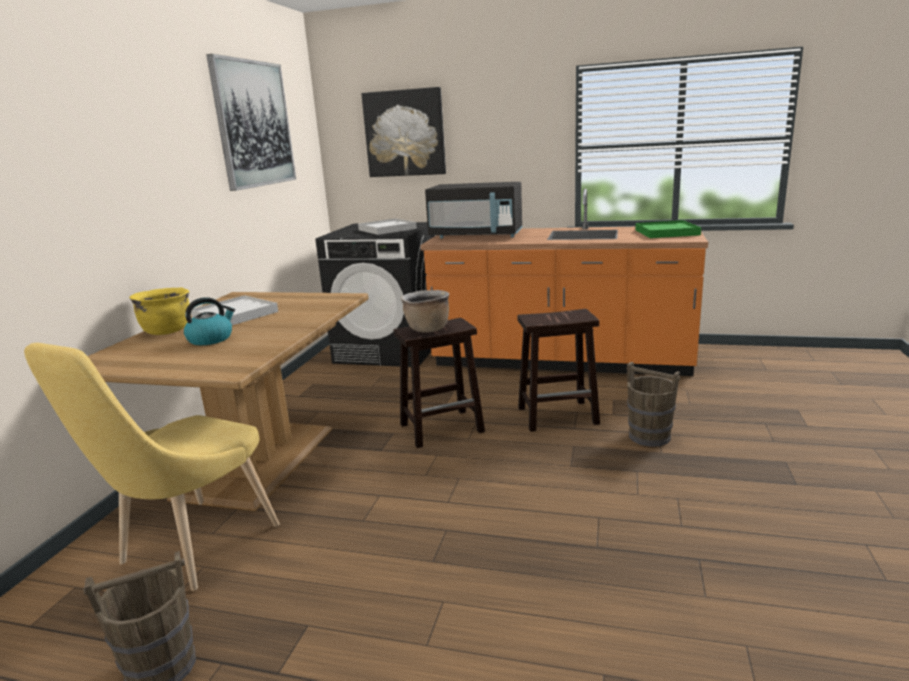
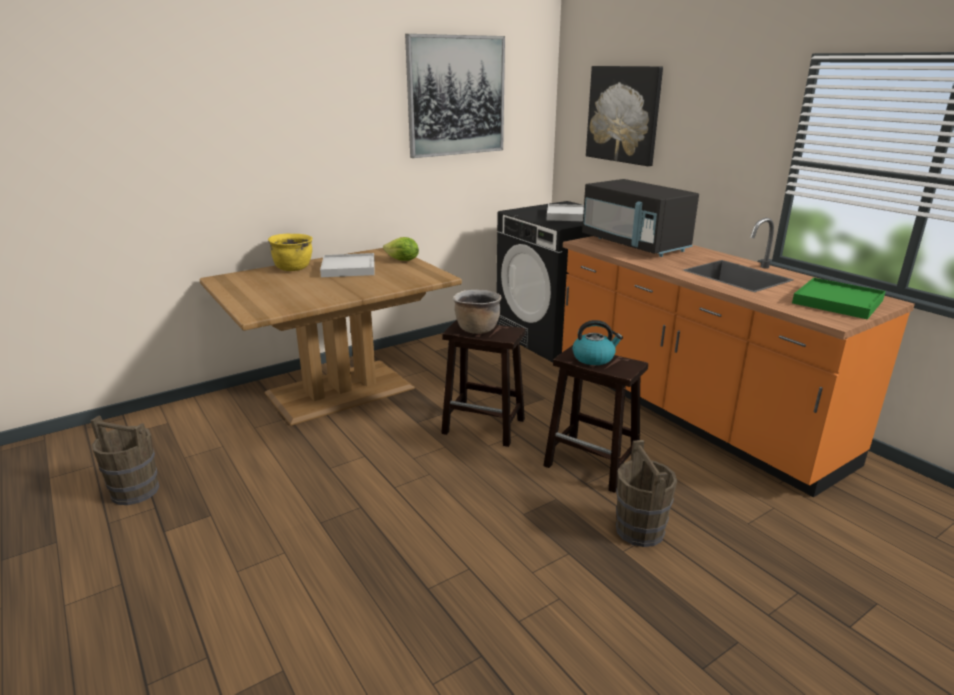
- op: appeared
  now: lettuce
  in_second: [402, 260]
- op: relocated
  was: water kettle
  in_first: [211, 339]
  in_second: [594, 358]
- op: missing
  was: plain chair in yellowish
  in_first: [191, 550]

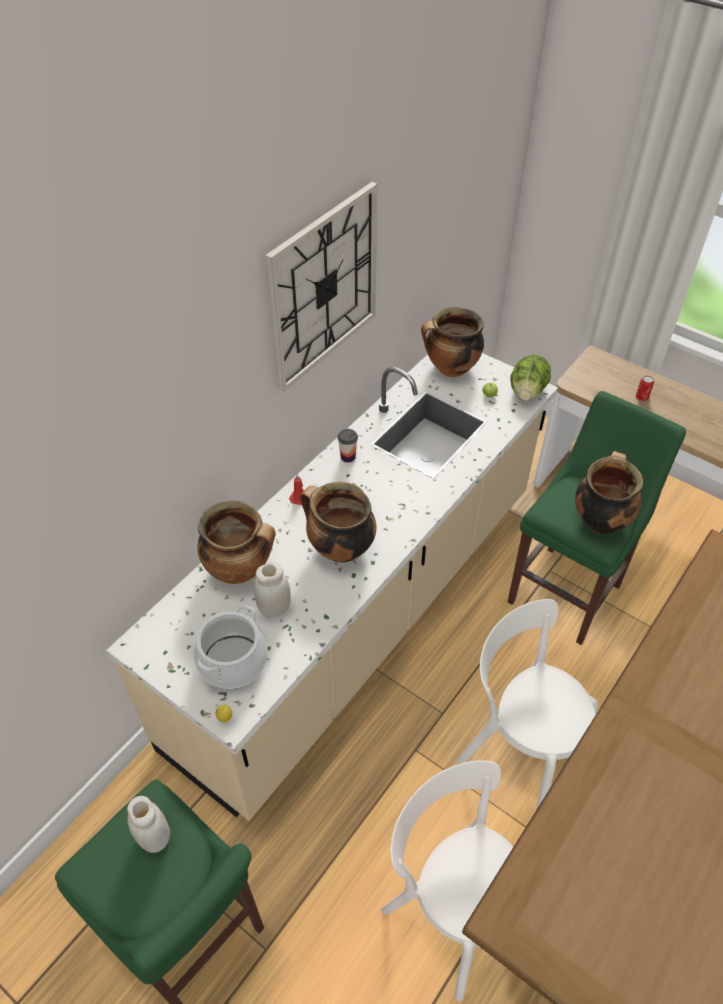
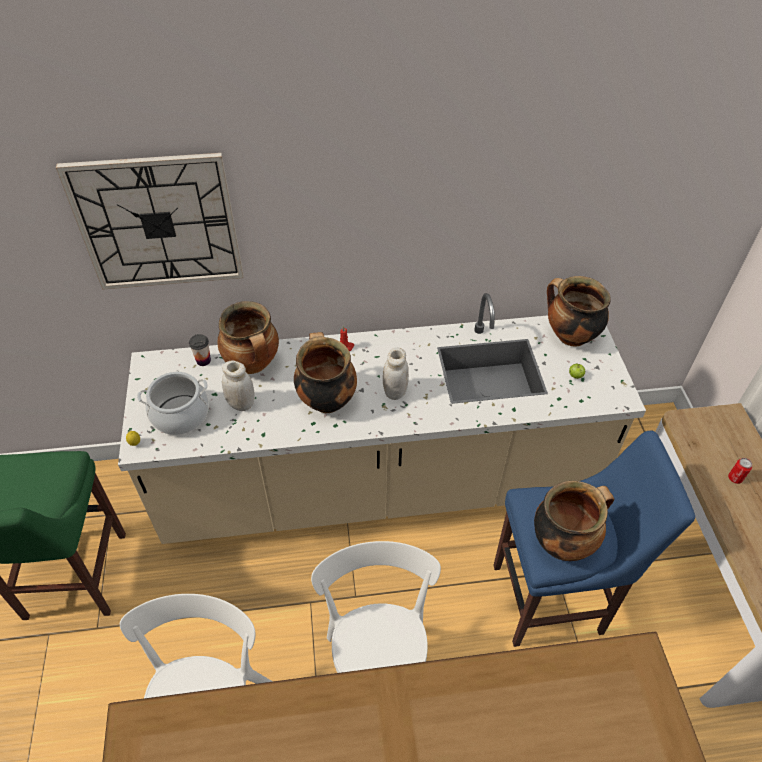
- op: relocated
  was: clock on the wall
  in_first: [324, 287]
  in_second: [158, 223]
- op: relocated
  was: cup
  in_first: [348, 457]
  in_second: [203, 360]
- op: relocated
  was: storage jar in white
  in_first: [154, 837]
  in_second: [395, 392]
- op: colour
  was: sitting stool in green-coloured
  now: sitting stool in blue
  in_first: [568, 590]
  in_second: [553, 599]
- op: missing
  was: lettuce
  in_first: [527, 392]

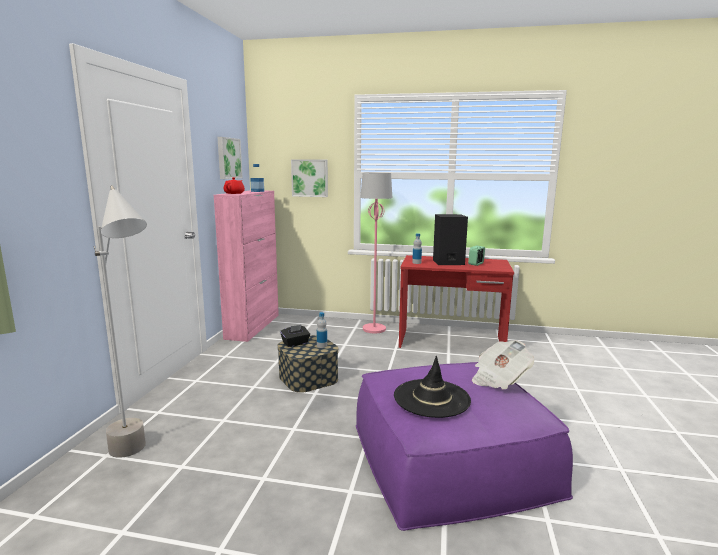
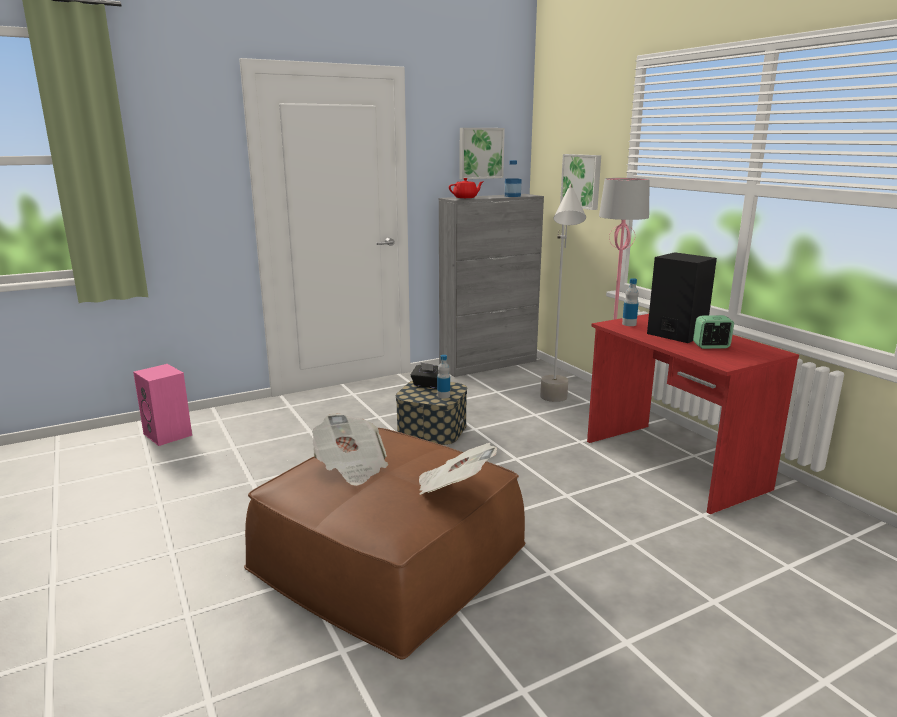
- op: appeared
  now: audio speaker in pink
  in_second: [169, 434]
- op: colour
  was: pouffe in purplish
  now: pouffe in brown
  in_first: [450, 457]
  in_second: [388, 555]
- op: exchanged
  was: wearable hat in black
  now: daily paper
  in_first: [431, 398]
  in_second: [351, 467]
- op: colour
  was: cabinet in pink
  now: cabinet in grey
  in_first: [253, 326]
  in_second: [489, 364]
- op: relocated
  was: standard lamp in grey
  in_first: [138, 459]
  in_second: [556, 405]

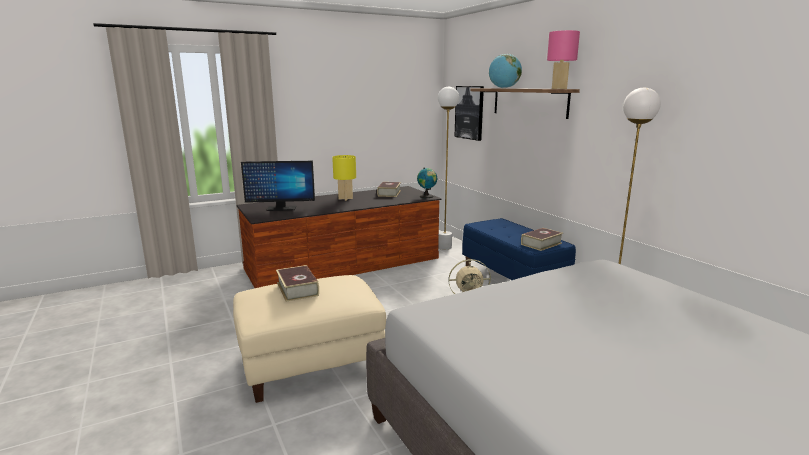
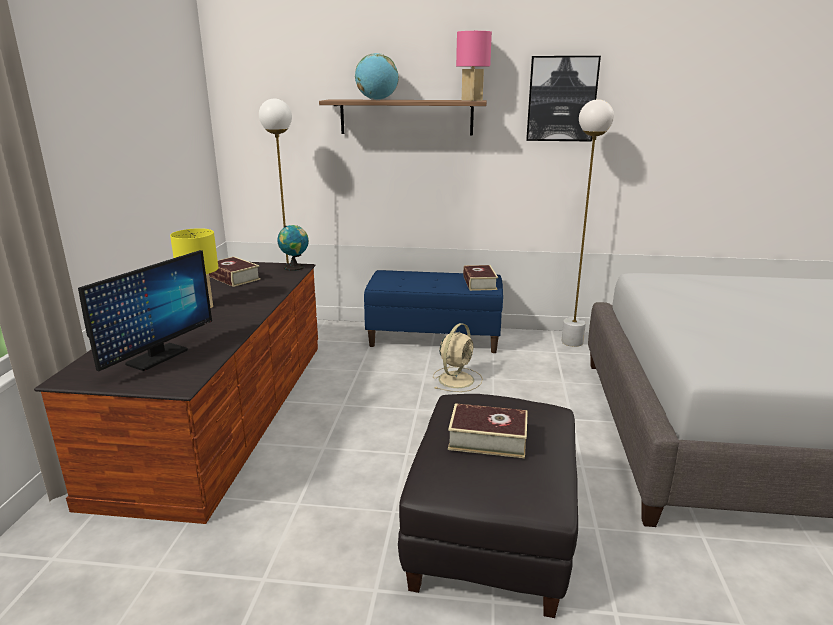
- op: colour
  was: pouffe in sand-coloured
  now: pouffe in black
  in_first: [311, 363]
  in_second: [491, 535]
- op: relocated
  was: wall picture
  in_first: [469, 112]
  in_second: [561, 99]

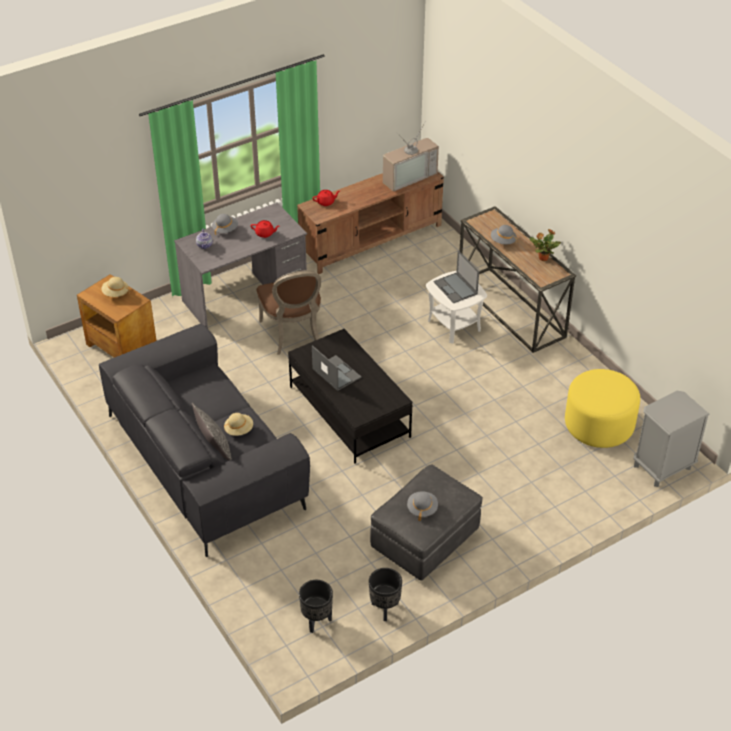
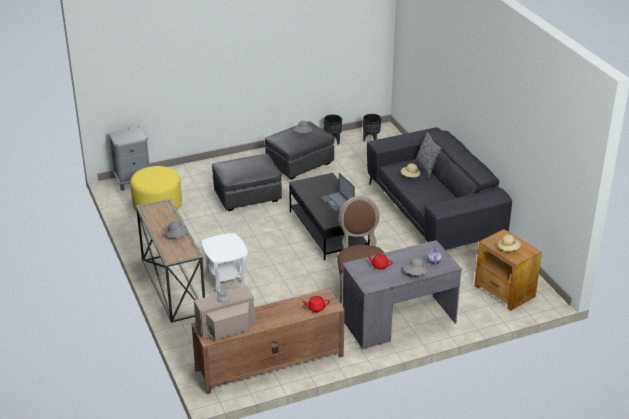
- op: appeared
  now: pouffe in grey
  in_second: [247, 196]
- op: missing
  was: notebook computer
  in_first: [456, 288]
- op: missing
  was: potted plant
  in_first: [543, 258]

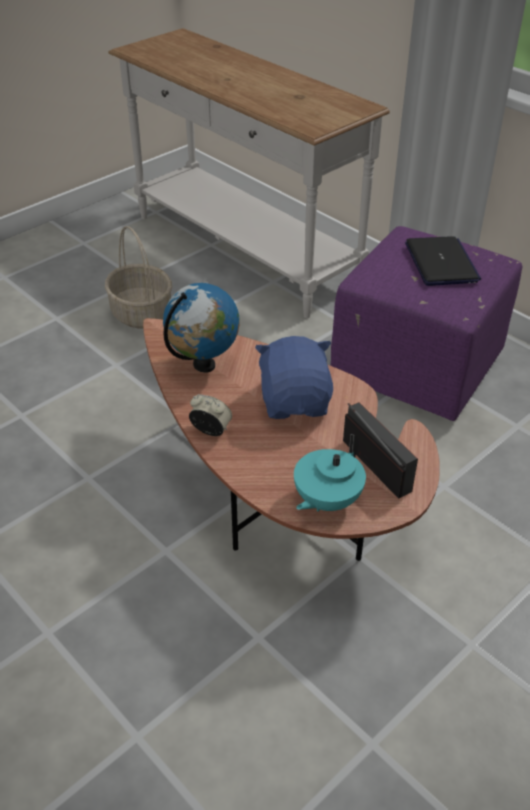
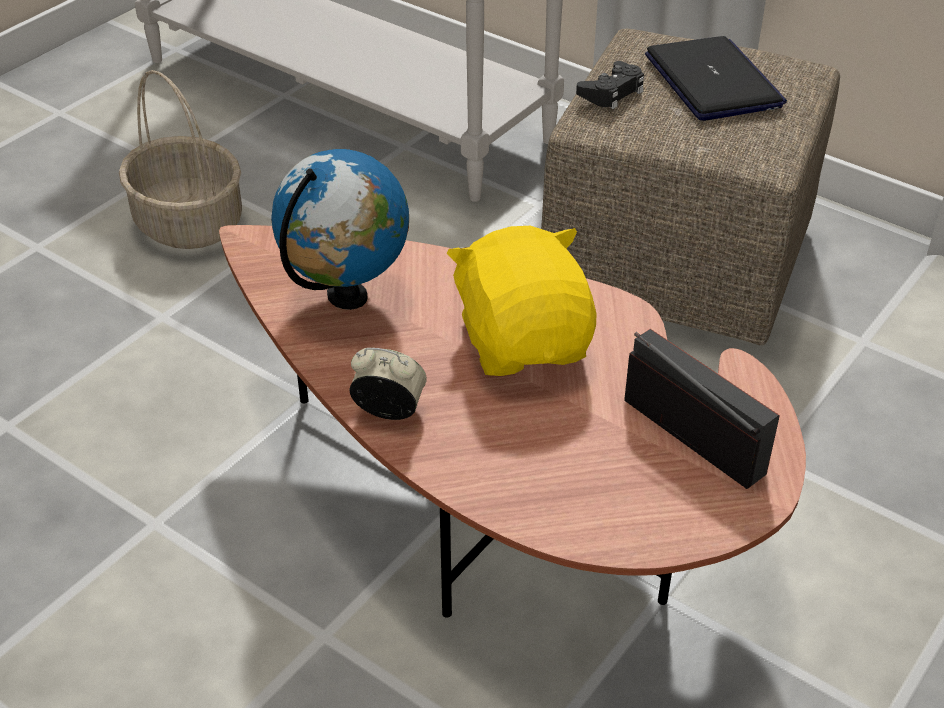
- op: colour
  was: soft toy in blue
  now: soft toy in yellowish
  in_first: [295, 401]
  in_second: [524, 341]
- op: colour
  was: pouffe in purplish
  now: pouffe in sand-coloured
  in_first: [417, 368]
  in_second: [678, 265]
- op: appeared
  now: gamepad in black
  in_second: [612, 92]
- op: missing
  was: tea pot in turquoise
  in_first: [326, 500]

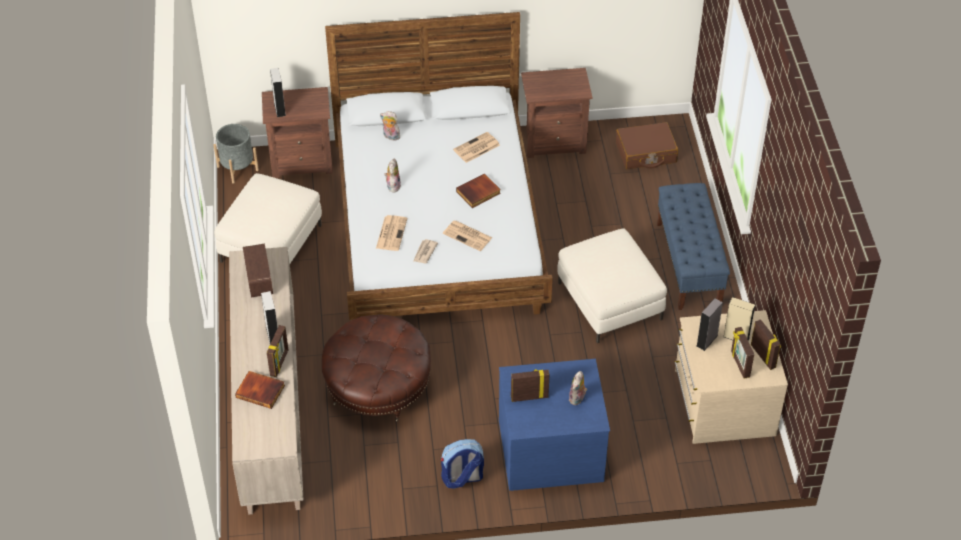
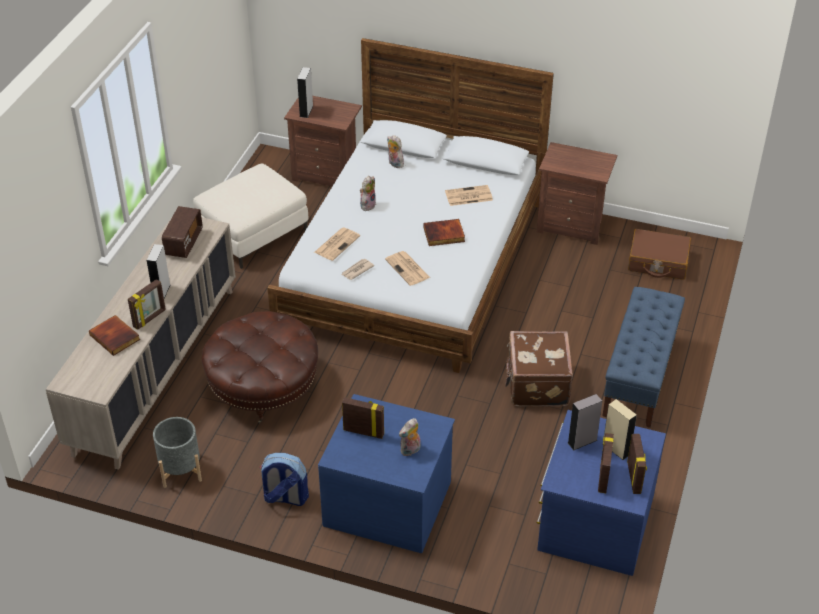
- op: relocated
  was: planter in grey
  in_first: [237, 168]
  in_second: [180, 470]
- op: exchanged
  was: pouffe in white
  now: piece of luggage in brown
  in_first: [610, 301]
  in_second: [536, 385]
- op: colour
  was: drawer chest in sand-coloured
  now: drawer chest in blue
  in_first: [722, 403]
  in_second: [594, 521]

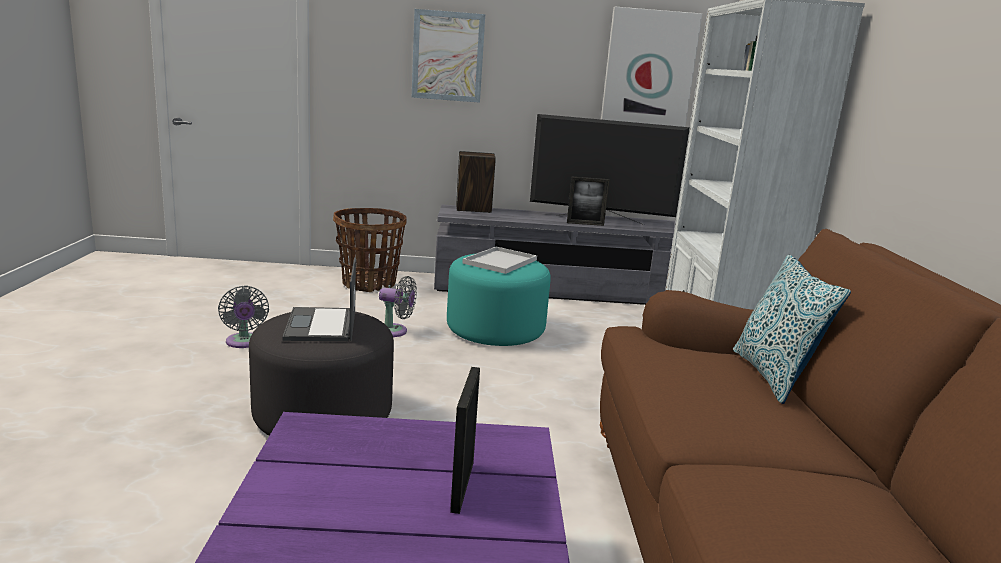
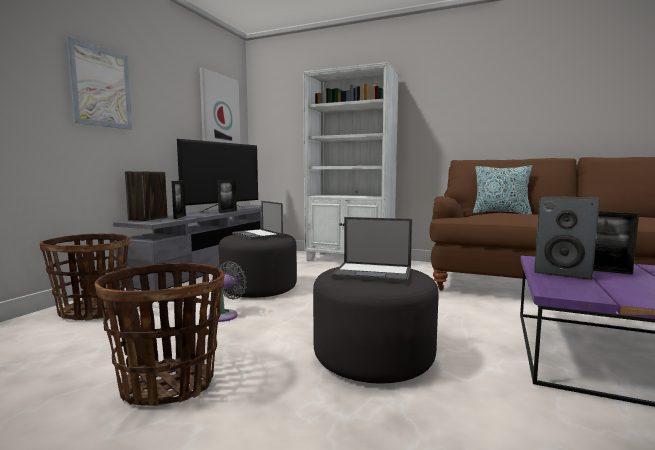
- op: exchanged
  was: fan in grey
  now: household basket
  in_first: [244, 343]
  in_second: [169, 384]
- op: appeared
  now: photo frame
  in_second: [179, 217]
- op: colour
  was: pouffe in turquoise
  now: pouffe in grey
  in_first: [495, 330]
  in_second: [259, 288]
- op: exchanged
  was: carrying tray in white
  now: notebook computer
  in_first: [500, 262]
  in_second: [257, 235]
- op: appeared
  now: audio speaker
  in_second: [563, 272]

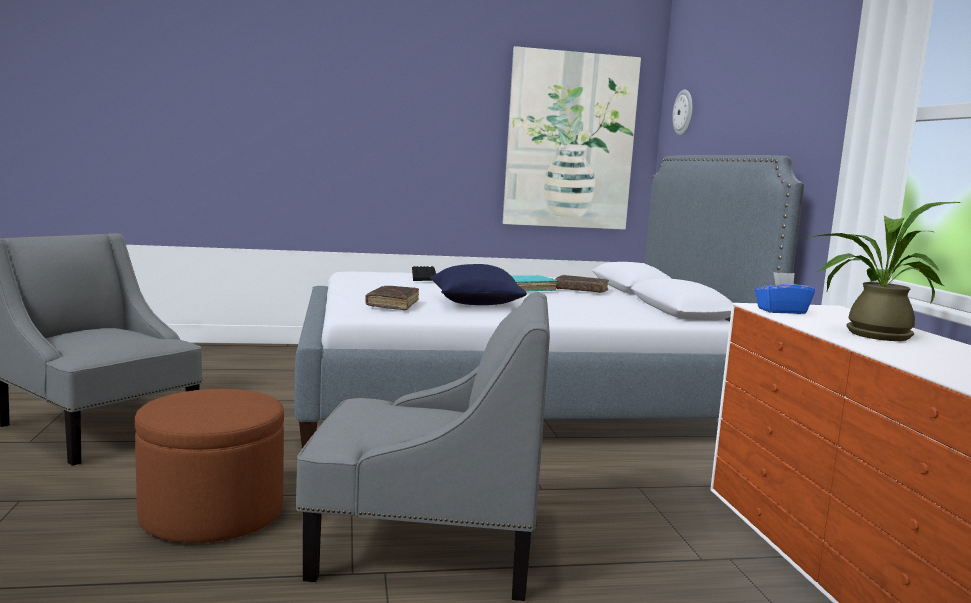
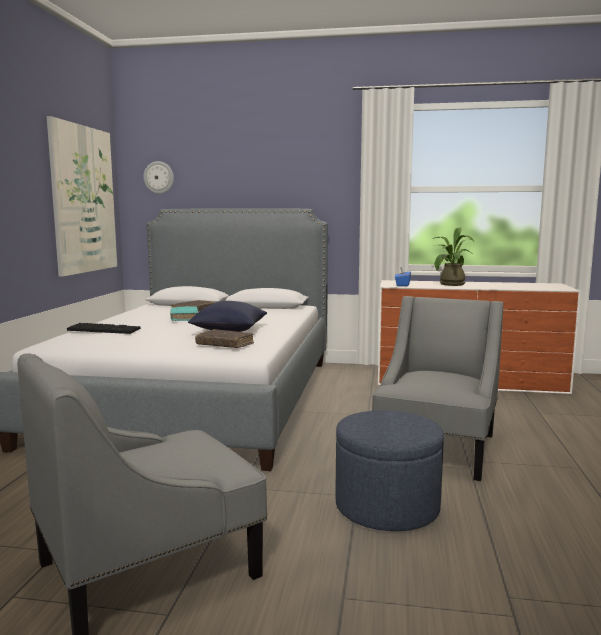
- op: colour
  was: pouffe in brown
  now: pouffe in blue
  in_first: [212, 513]
  in_second: [387, 506]

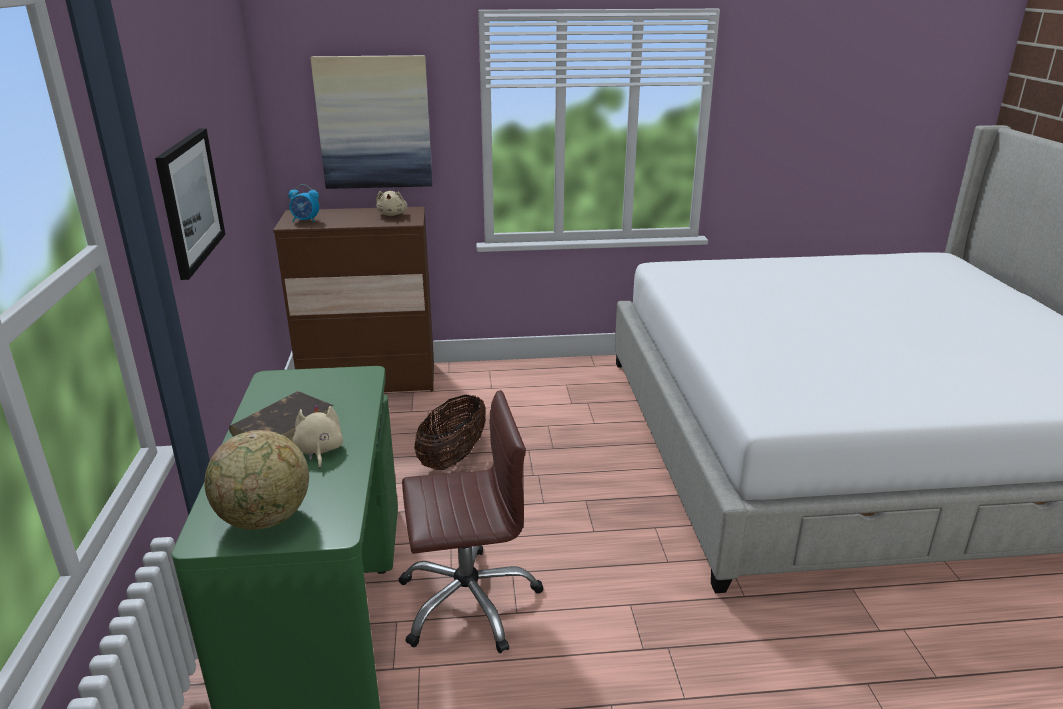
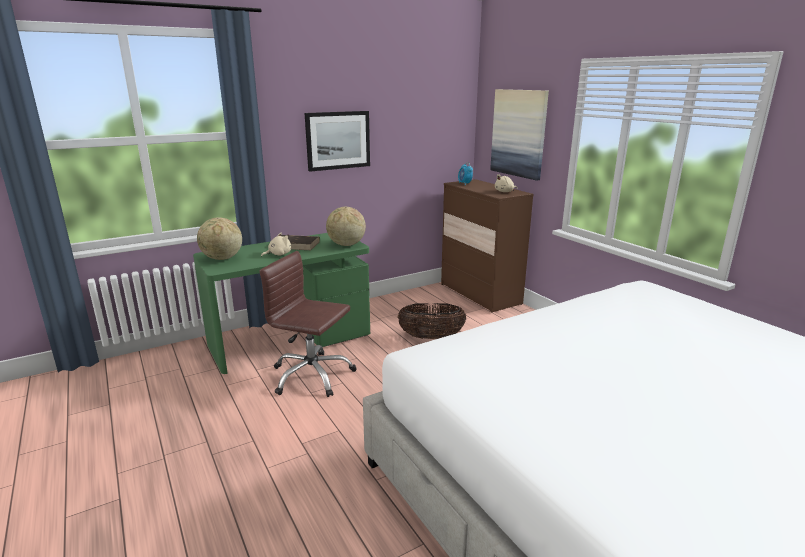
- op: spun
  was: computer chair in brown
  in_first: [468, 601]
  in_second: [311, 376]
  clockwise: 150
- op: appeared
  now: globe
  in_second: [346, 245]

